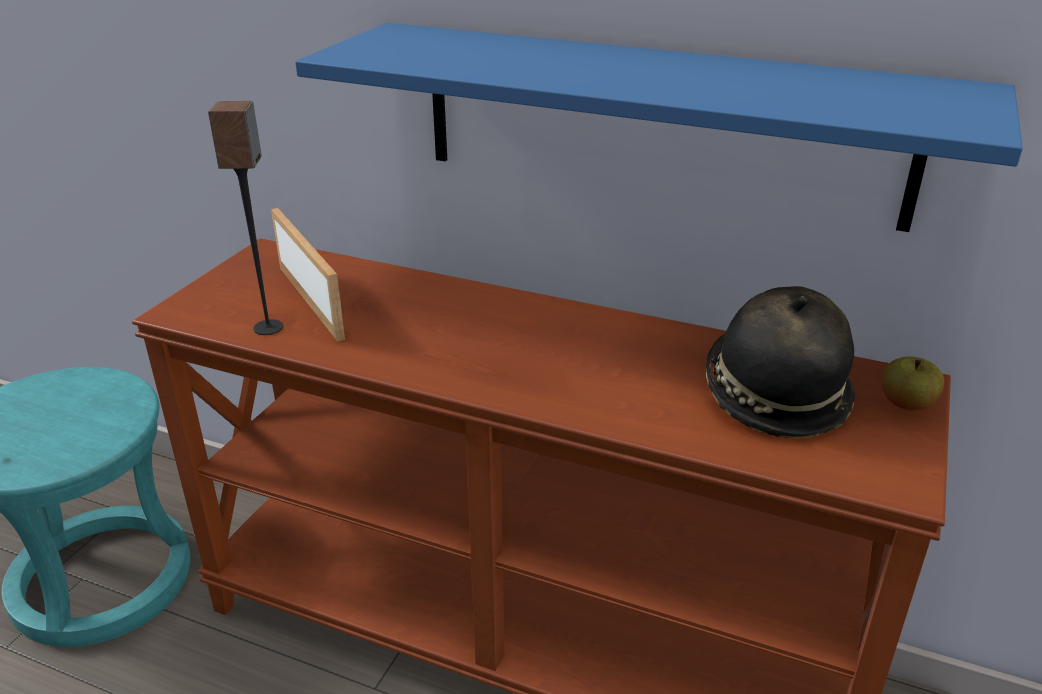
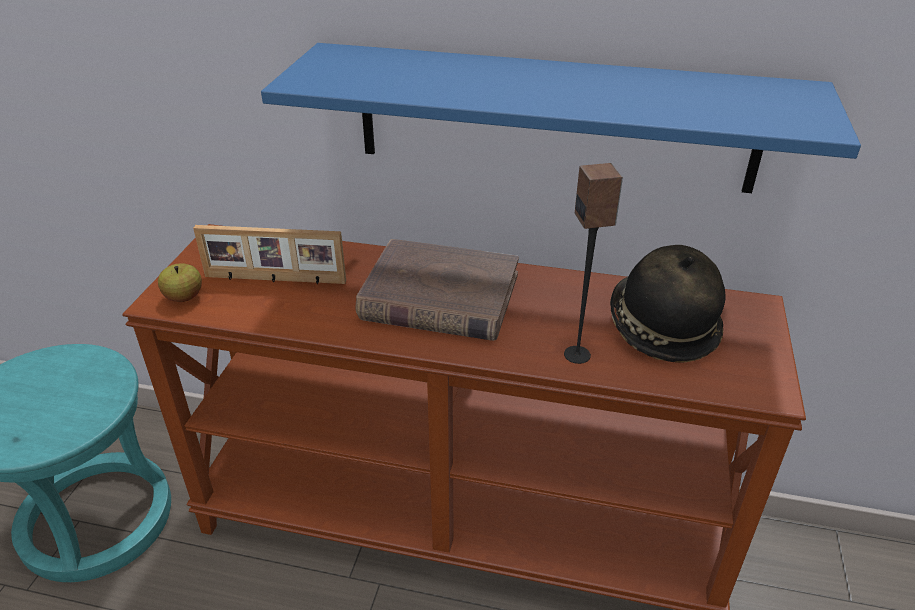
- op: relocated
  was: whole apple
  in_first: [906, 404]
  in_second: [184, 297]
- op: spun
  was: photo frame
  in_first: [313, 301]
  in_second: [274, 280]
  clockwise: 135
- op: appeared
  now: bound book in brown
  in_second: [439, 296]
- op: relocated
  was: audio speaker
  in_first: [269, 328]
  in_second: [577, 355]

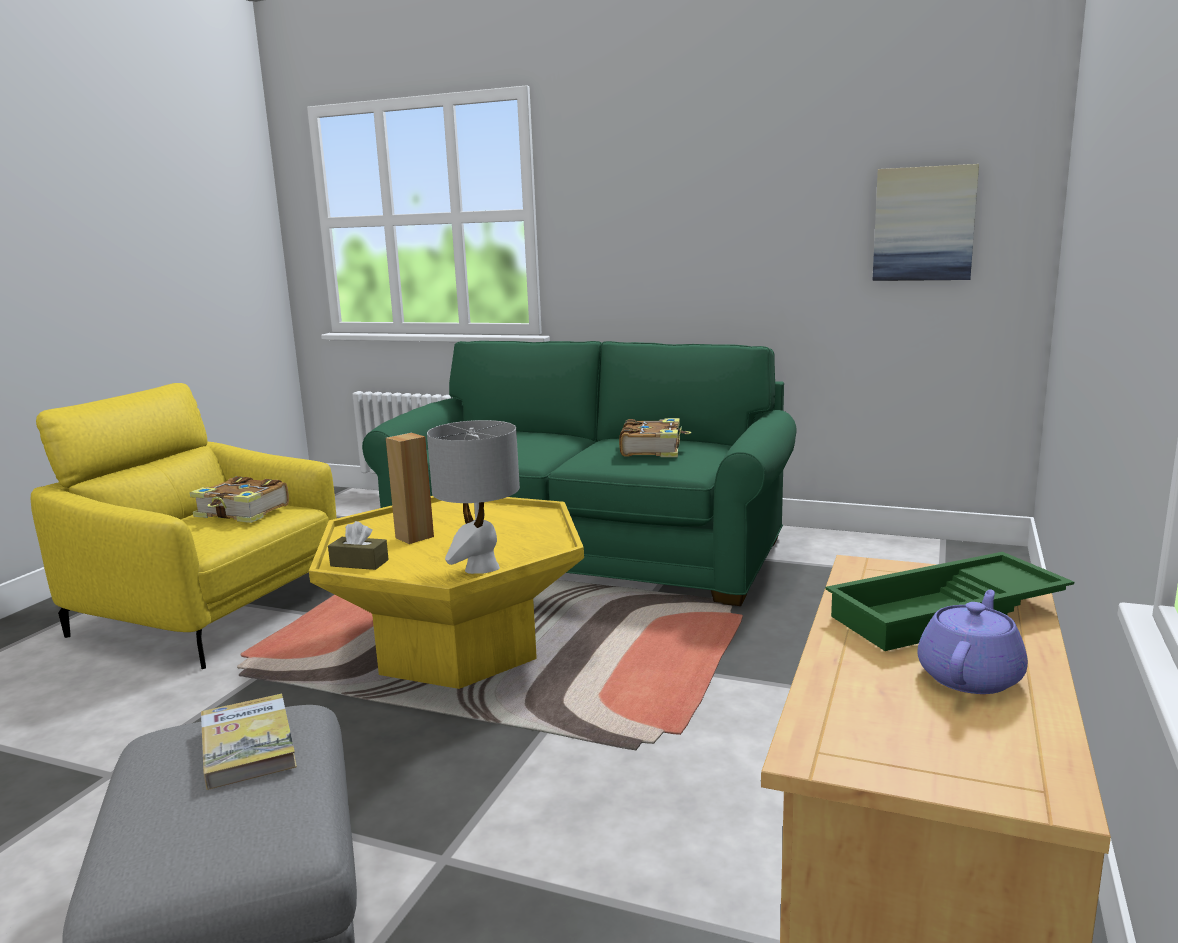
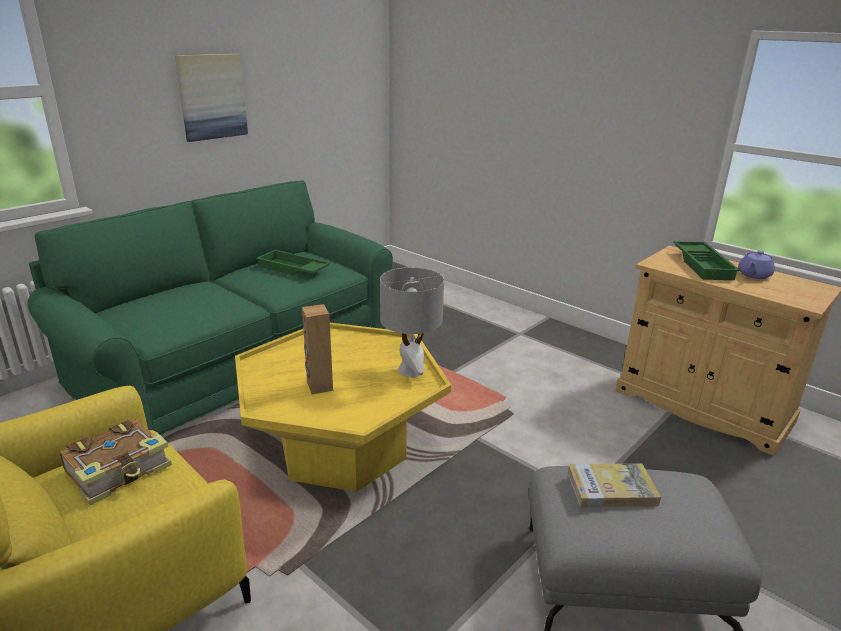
- op: relocated
  was: wall picture
  in_first: [924, 224]
  in_second: [212, 96]
- op: exchanged
  was: bound book
  now: carrying tray in green-coloured
  in_first: [653, 449]
  in_second: [292, 269]
- op: spun
  was: tea pot in purplish
  in_first: [970, 676]
  in_second: [753, 275]
  clockwise: -105
- op: missing
  was: tissue box in brown
  in_first: [359, 563]

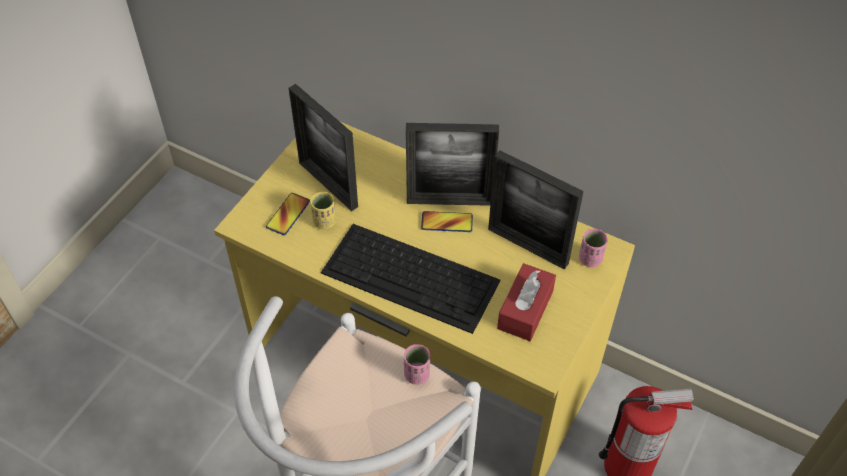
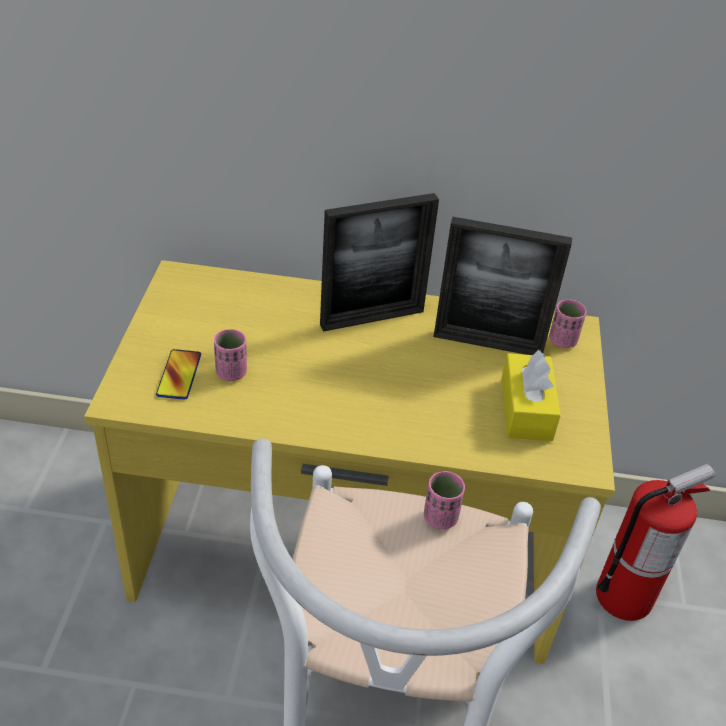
- op: colour
  was: cup in yellowish
  now: cup in pink
  in_first: [324, 222]
  in_second: [231, 373]
- op: colour
  was: tissue box in red-coloured
  now: tissue box in yellowish
  in_first: [525, 310]
  in_second: [526, 409]
- op: missing
  was: photo frame
  in_first: [328, 184]
- op: missing
  was: PC keyboard
  in_first: [412, 277]
- op: missing
  was: telephone
  in_first: [447, 222]

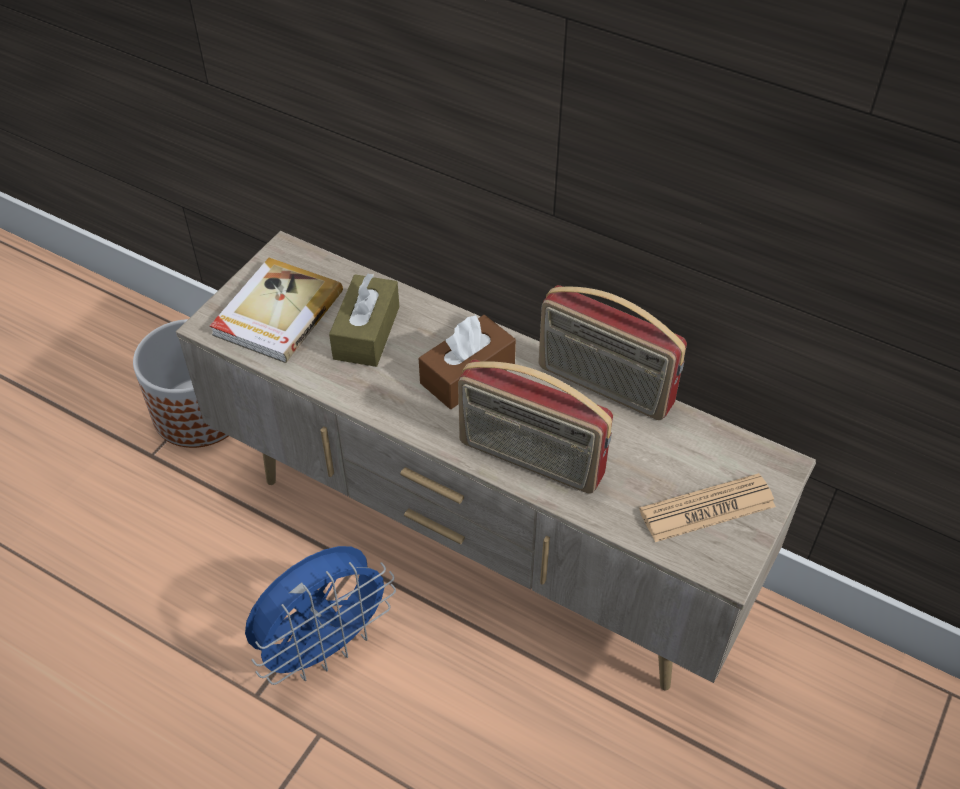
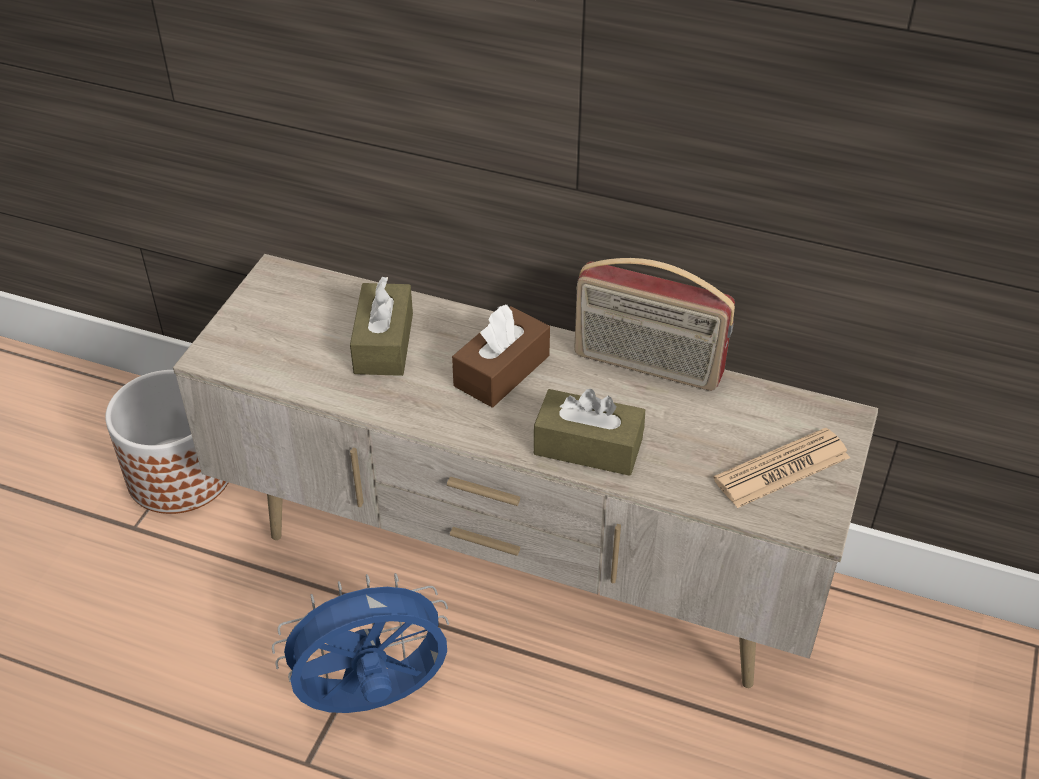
- op: spun
  was: fan in blue
  in_first: [324, 647]
  in_second: [373, 700]
  clockwise: -150
- op: exchanged
  was: radio receiver
  now: tissue box in brown
  in_first: [529, 460]
  in_second: [588, 446]
- op: missing
  was: bound book
  in_first: [276, 313]

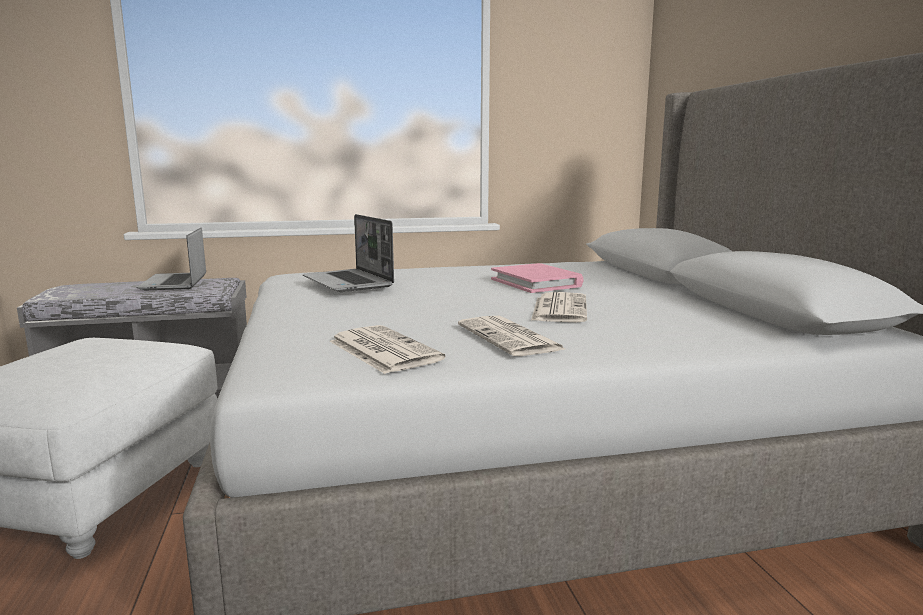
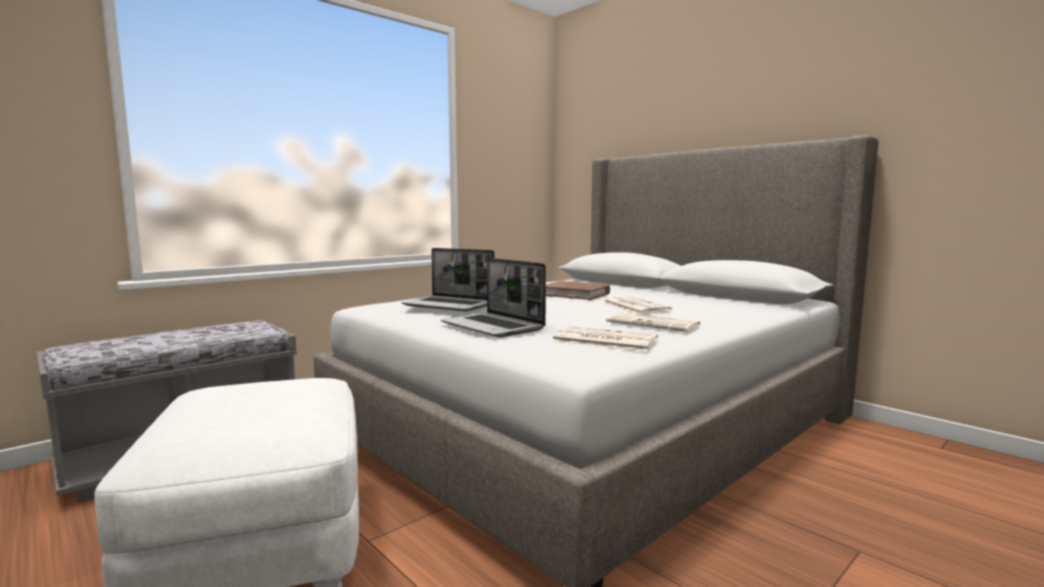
- op: relocated
  was: notebook computer
  in_first: [175, 283]
  in_second: [494, 327]
- op: colour
  was: bound book in pink
  now: bound book in brown
  in_first: [536, 282]
  in_second: [575, 294]

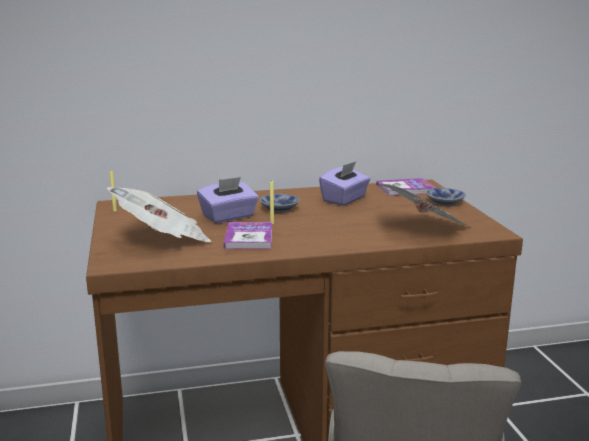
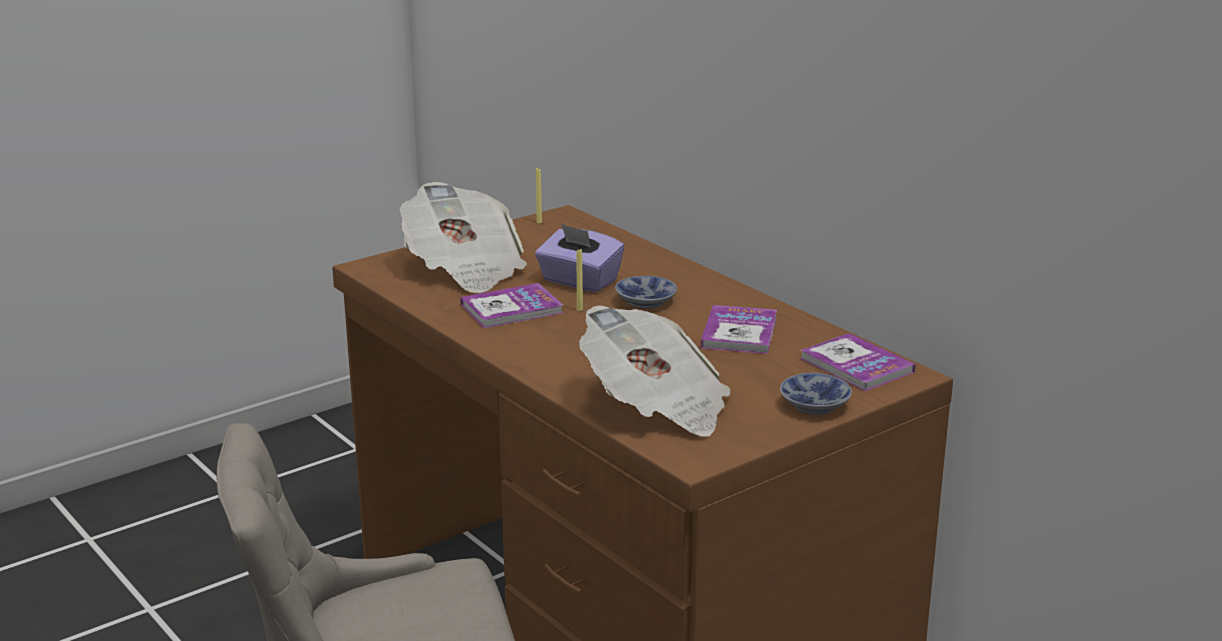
- op: exchanged
  was: tissue box in purplish
  now: bound book
  in_first: [344, 199]
  in_second: [739, 332]

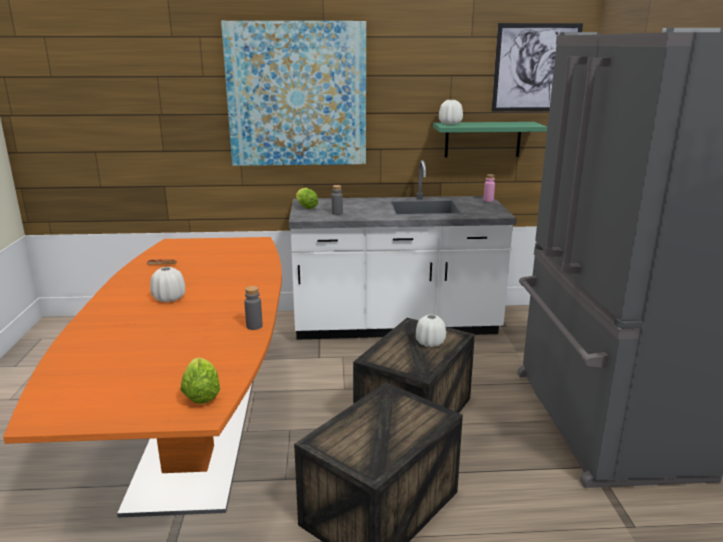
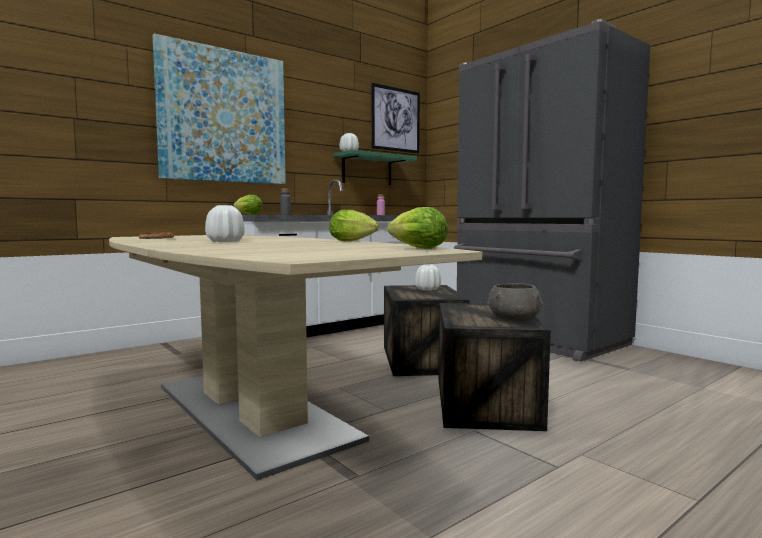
- op: colour
  was: dinner table in orange
  now: dinner table in sand-coloured
  in_first: [197, 435]
  in_second: [251, 411]
- op: exchanged
  was: bottle in grey
  now: lettuce
  in_first: [254, 326]
  in_second: [354, 241]
- op: appeared
  now: bowl in grey
  in_second: [514, 319]

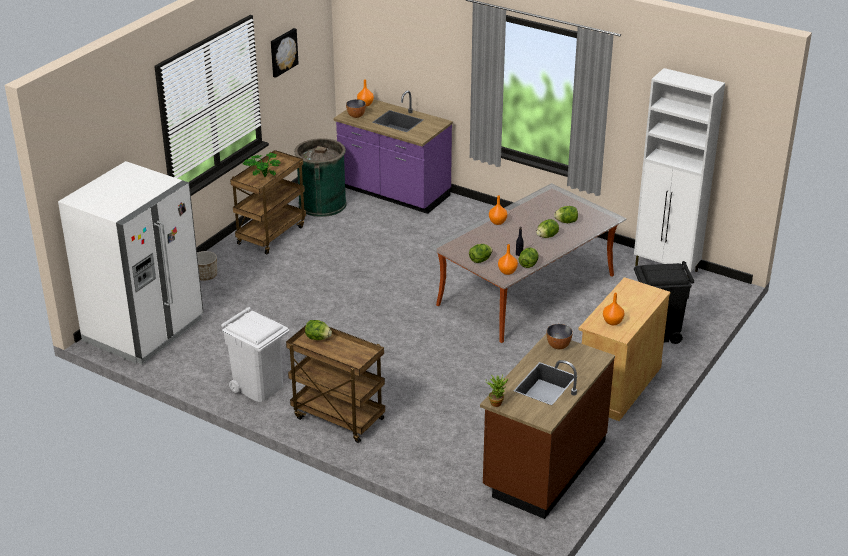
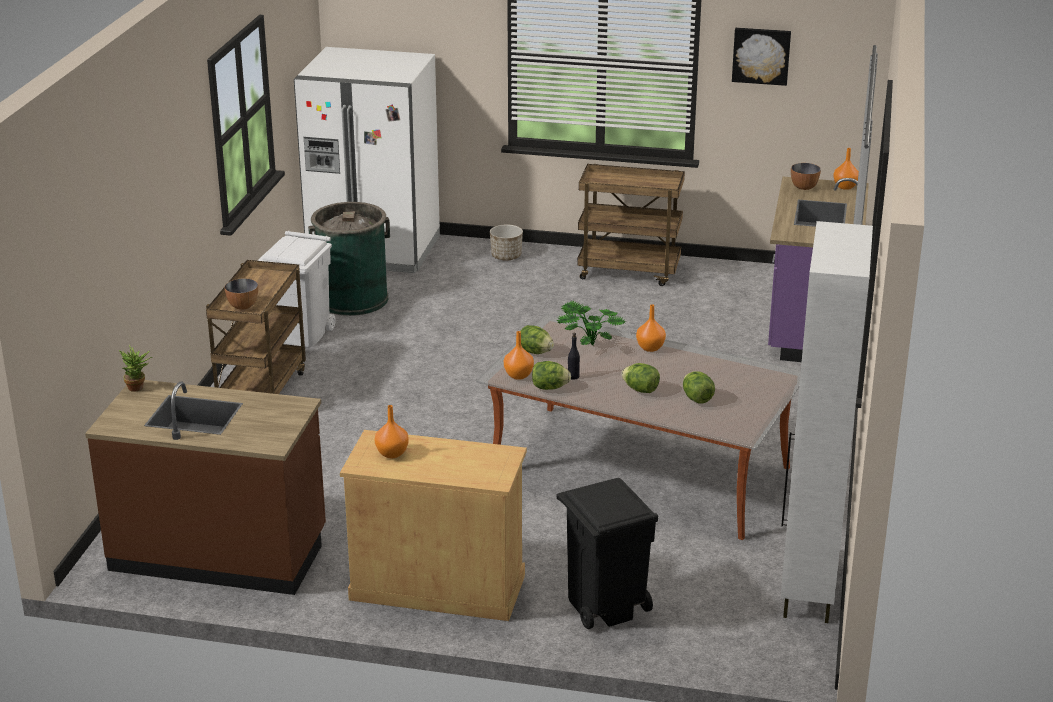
- op: relocated
  was: bowl
  in_first: [558, 346]
  in_second: [242, 306]
- op: relocated
  was: trash can in green-coloured
  in_first: [322, 204]
  in_second: [353, 299]
- op: relocated
  was: potted plant
  in_first: [262, 177]
  in_second: [589, 344]
- op: missing
  was: lettuce
  in_first: [318, 338]

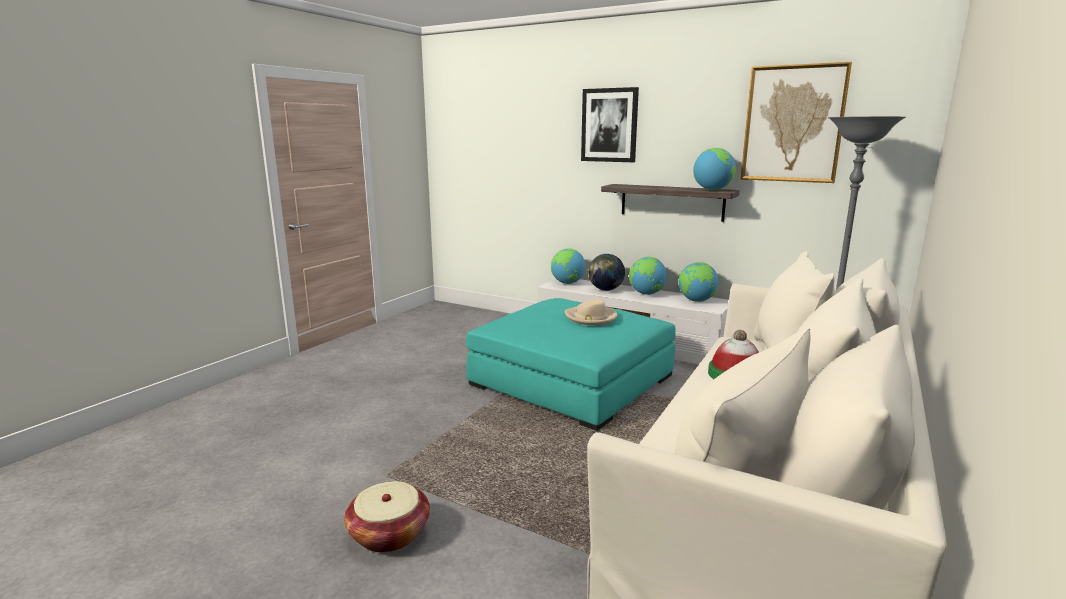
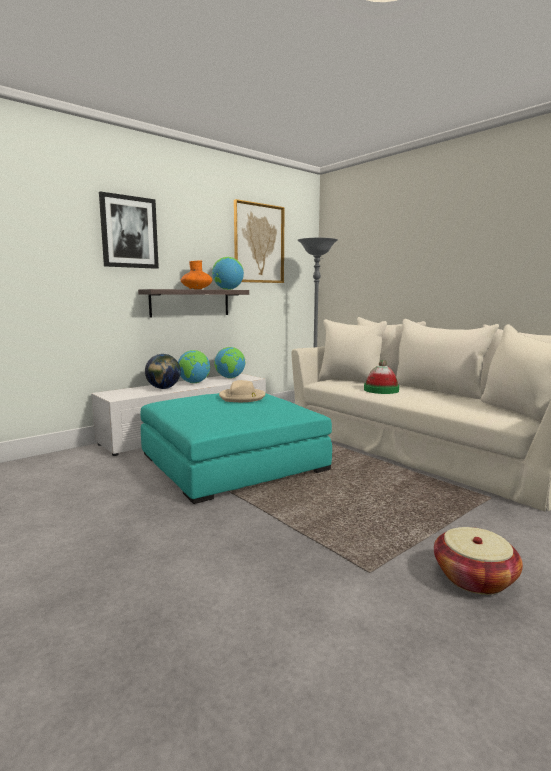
- op: appeared
  now: flower vase in orange
  in_second: [196, 289]
- op: missing
  was: globe
  in_first: [567, 283]

